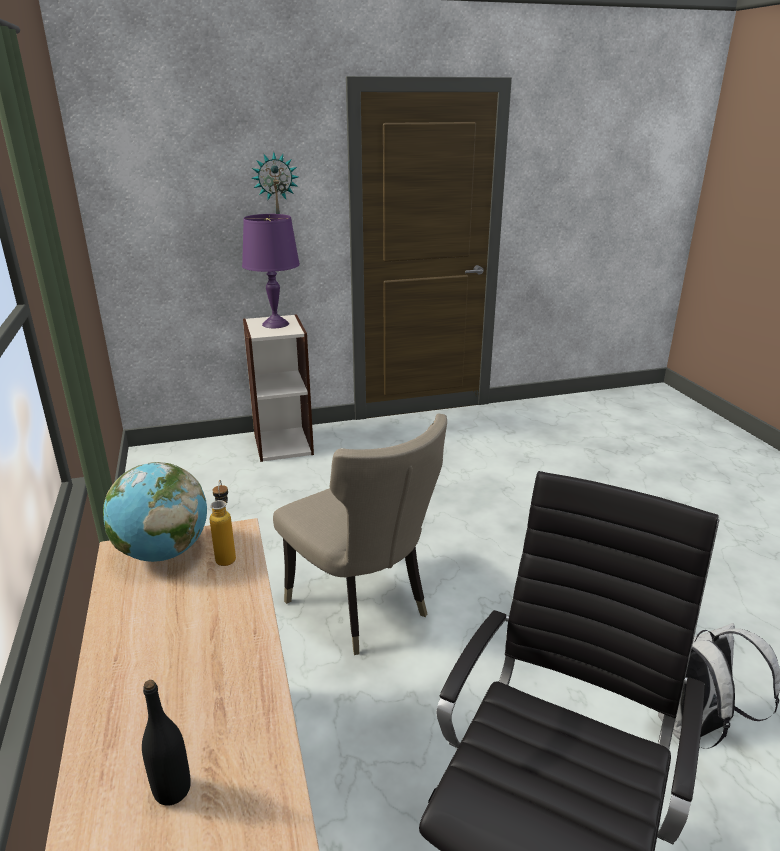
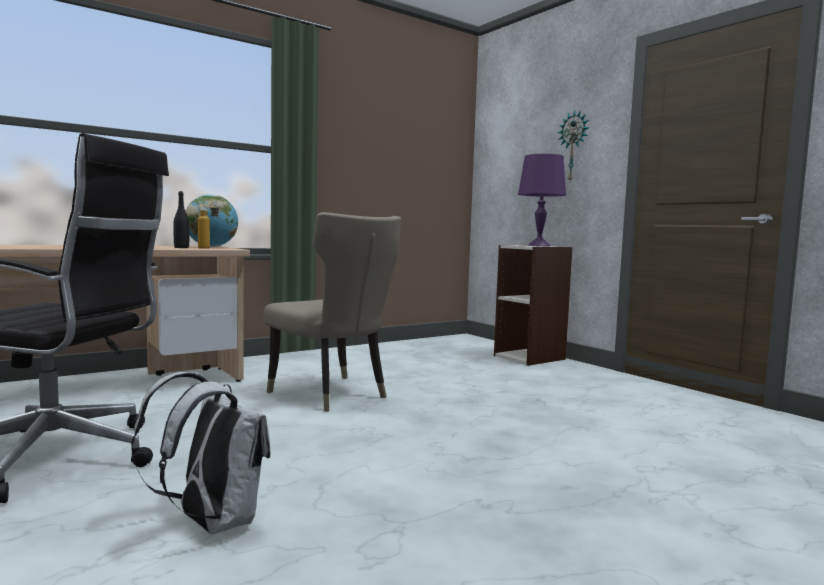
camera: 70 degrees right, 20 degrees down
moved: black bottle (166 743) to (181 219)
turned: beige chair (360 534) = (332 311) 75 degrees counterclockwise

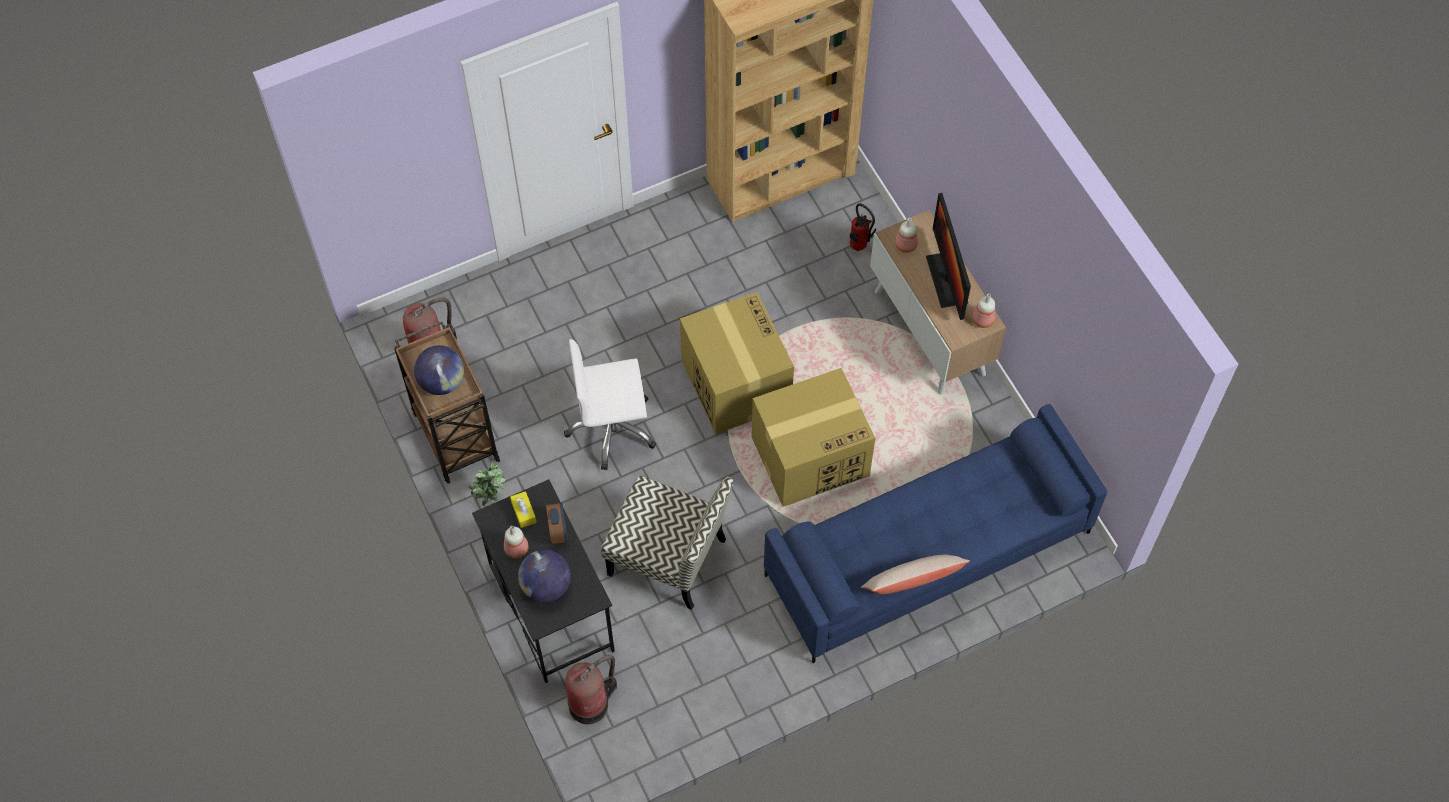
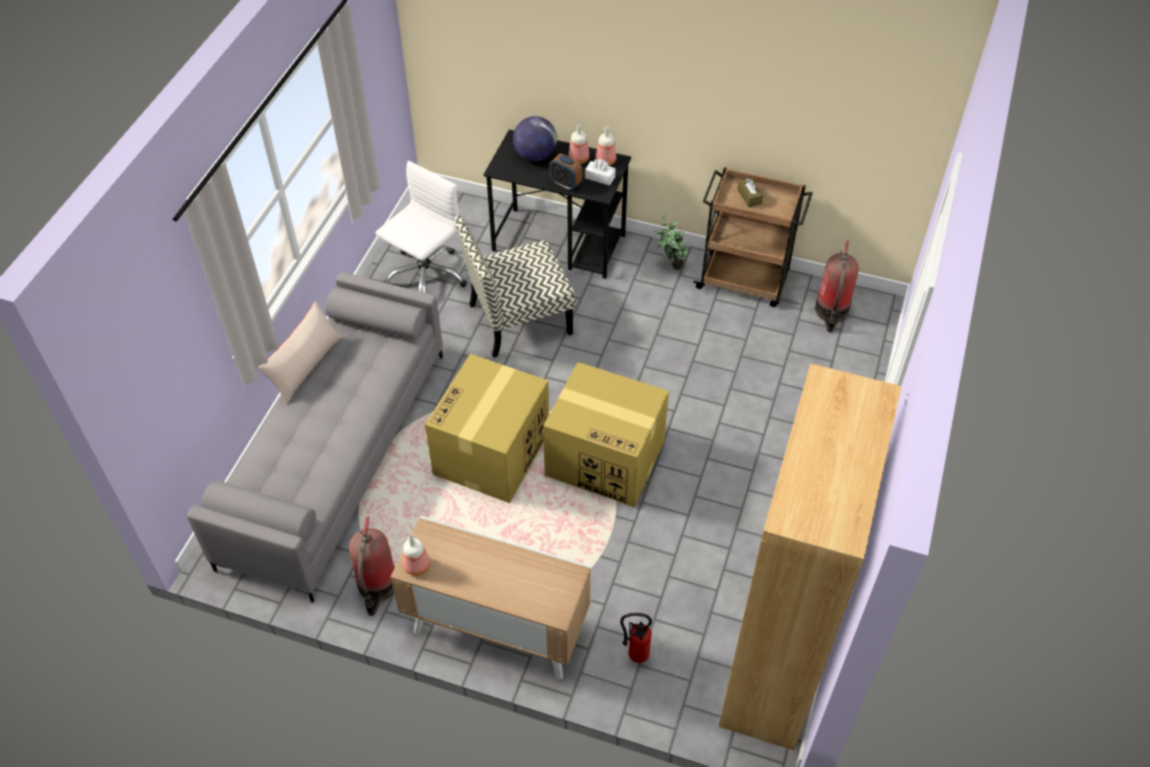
camera: 135 degrees right, 10 degrees down
removed: monitor (948 256)
moved: white office chair (610 404) to (421 227); fire extinguisher (591 689) to (372 566); bottle (906 235) to (605 146)
replaced: globe (439 370) to brown tissue box (750 192)
recoloured: yellow tissue box (523 509) to white tissue box (600 172); blue sofa (935 533) to grey sofa (315 437)

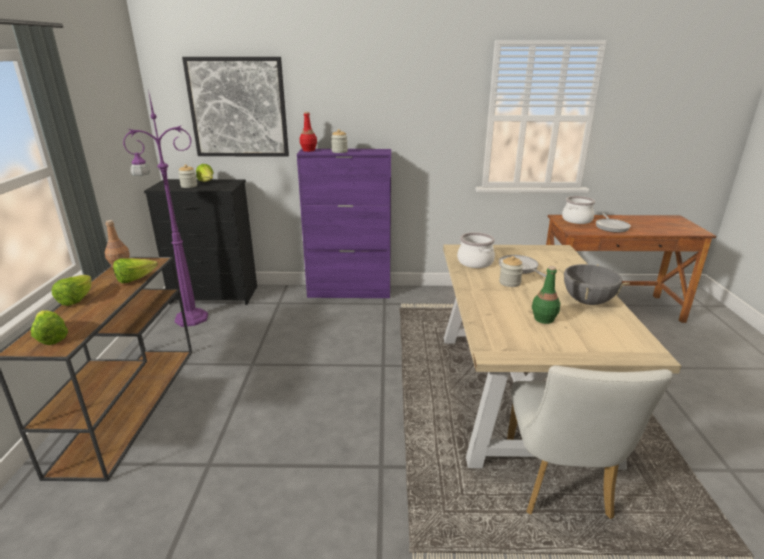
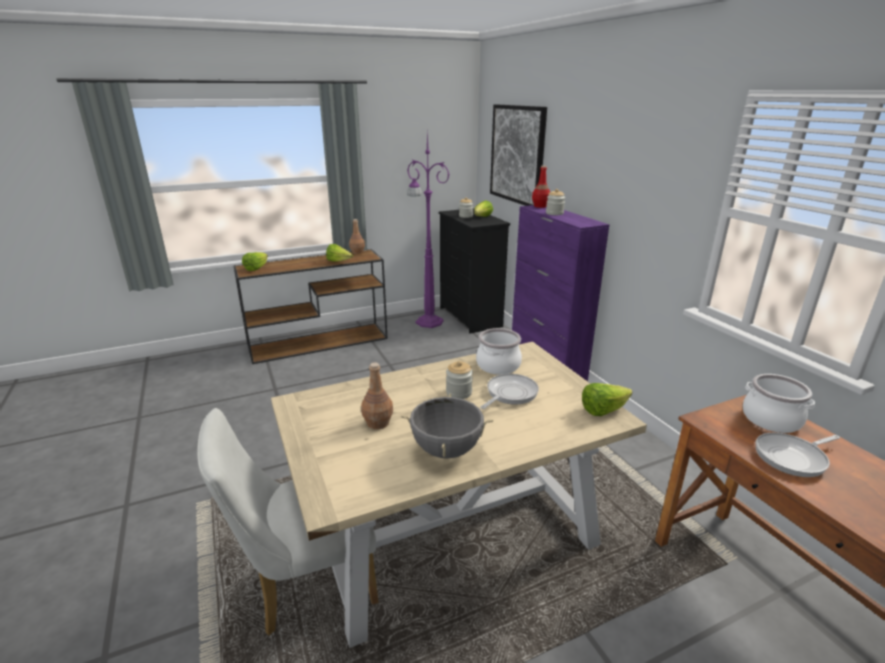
camera: 65 degrees right, 0 degrees up
moved: lettuce (71 290) to (607 399)
recoloured: green bottle (546 295) to brown bottle (377 395)

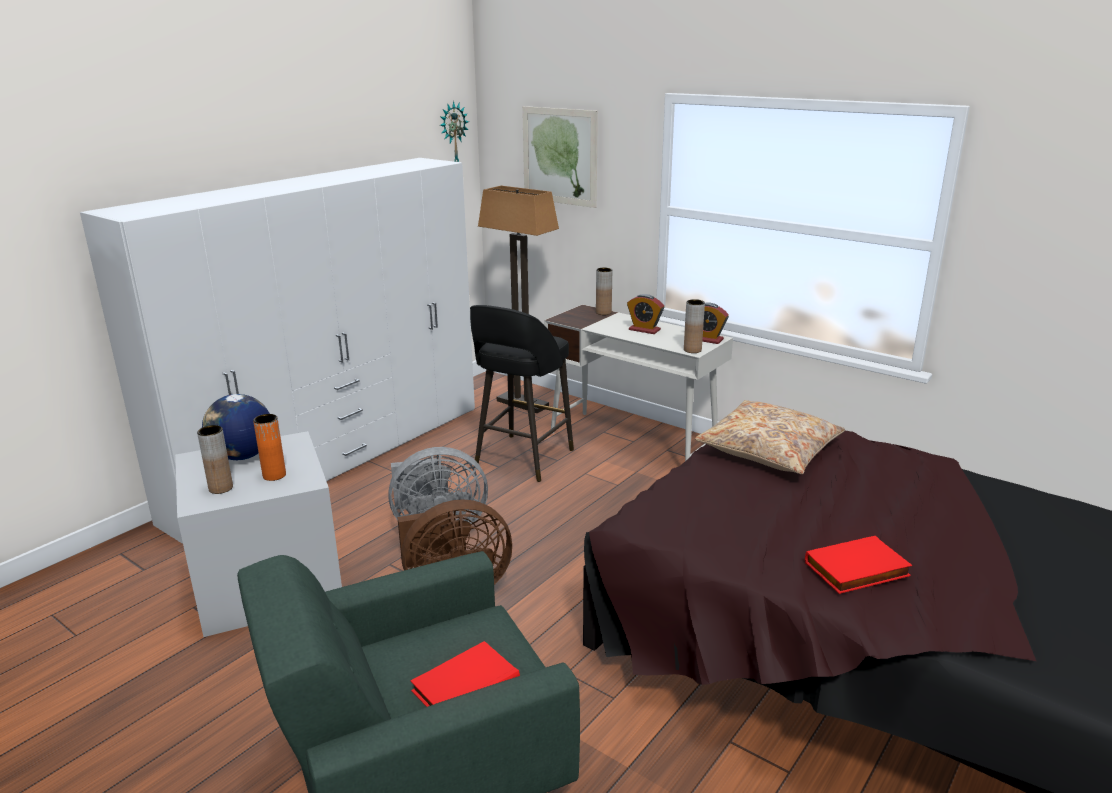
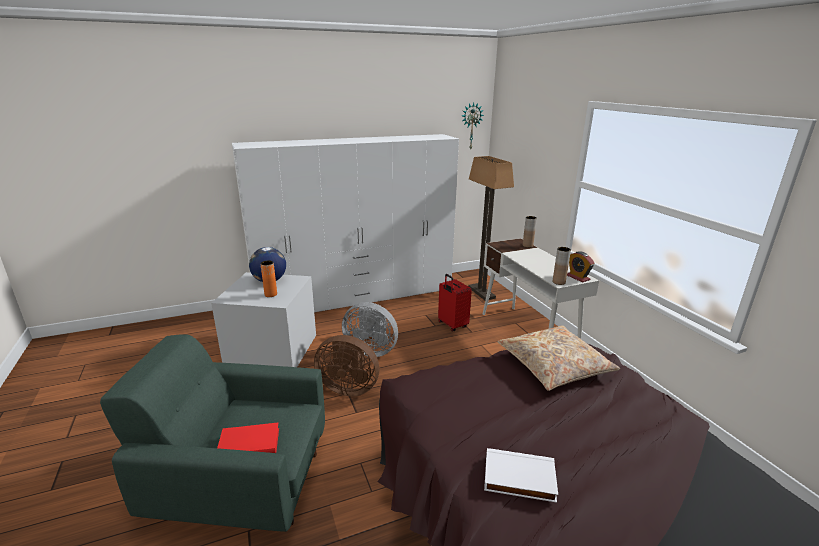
camera: 30 degrees right, 0 degrees up
removed: brown vase (215 459); picture (560 157); alarm clock (645 314)
replaced: black stool (522 393) to red suitcase (455 302)
recoloured: red book (858 565) to white book (521 475)

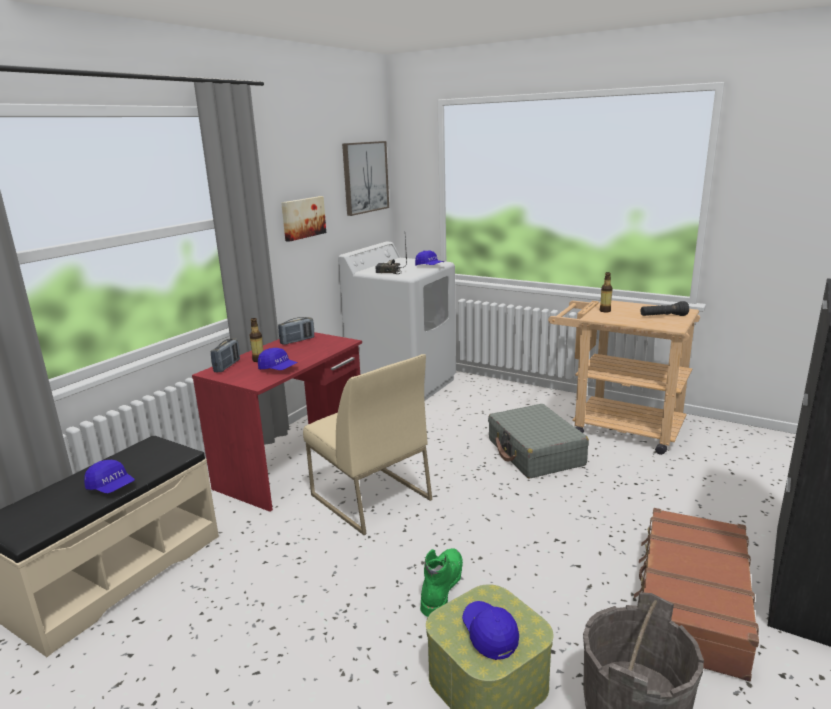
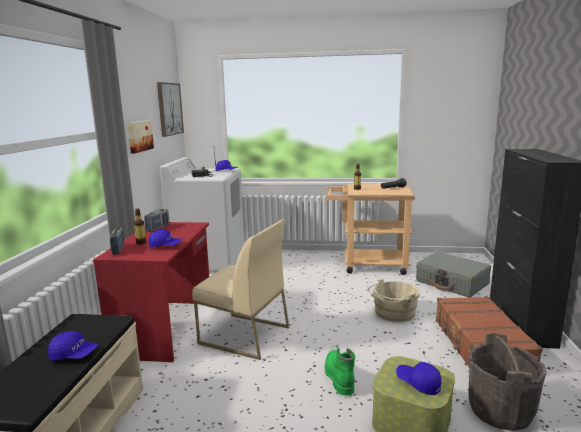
camera: 25 degrees left, 5 degrees down
added: beige bucket (394 300)
moved: grey suitcase (538 441) to (453 275)

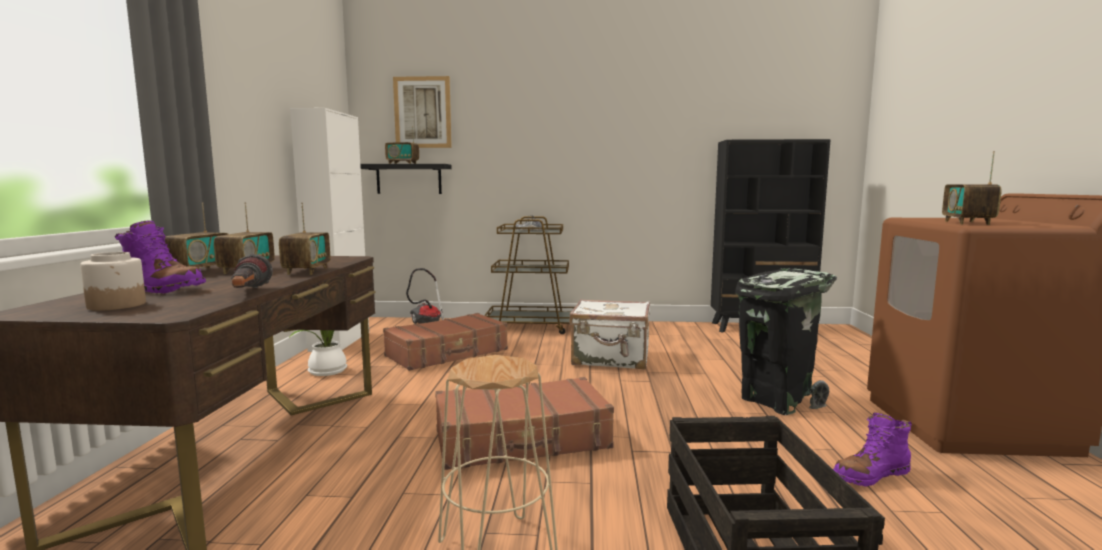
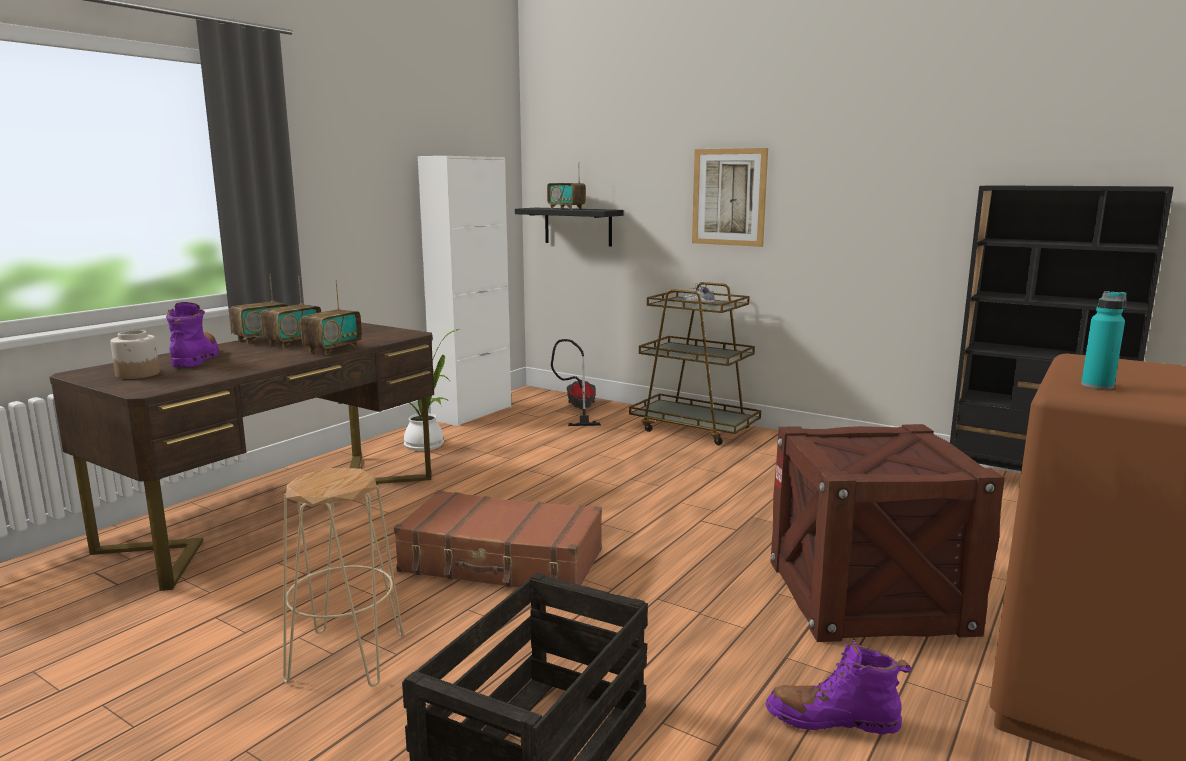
camera: 30 degrees right, 5 degrees up
removed: flashlight (252 271); brown suitcase (445 342); white suitcase (609 334)
moved: picture (422 112) to (730 197)
replaced: black trash can (786 341) to crate (888 533); radio (972 188) to turquoise bottle (1104 340)
turned: purple boot (160 256) = (192 335) 150 degrees counterclockwise

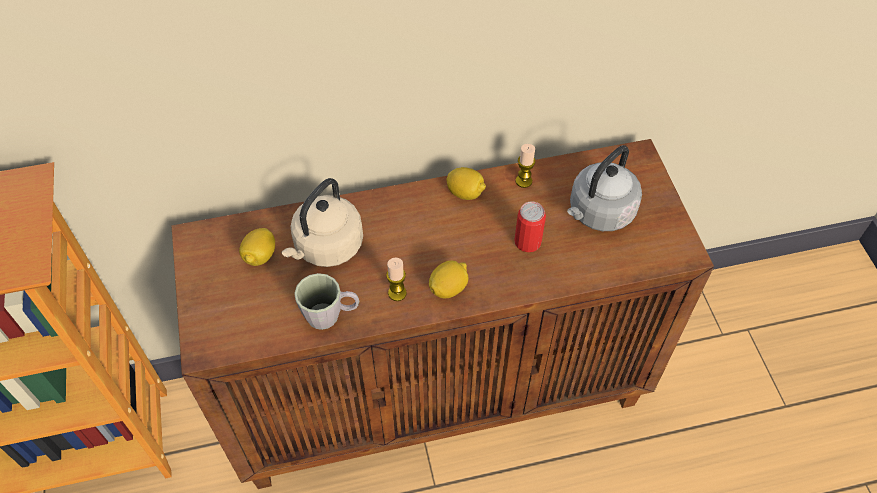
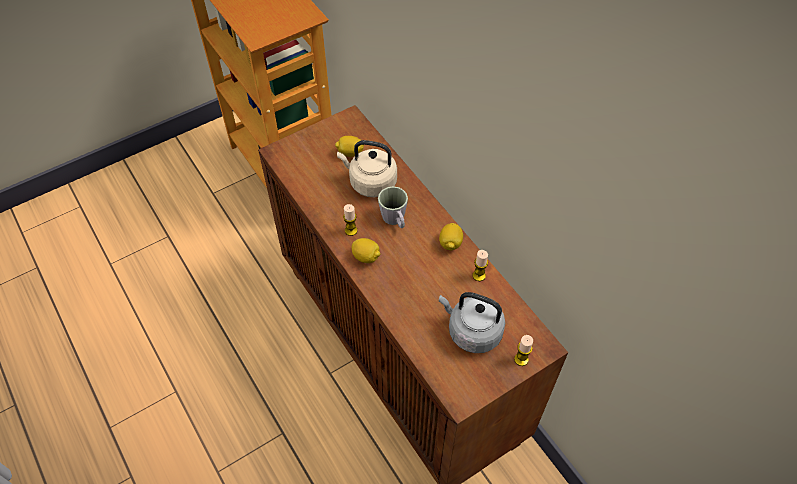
camera: 70 degrees right, 0 degrees up
removed: can (530 227)
added: candle (523 350)
moved: grey mug (326 301) to (393 207)

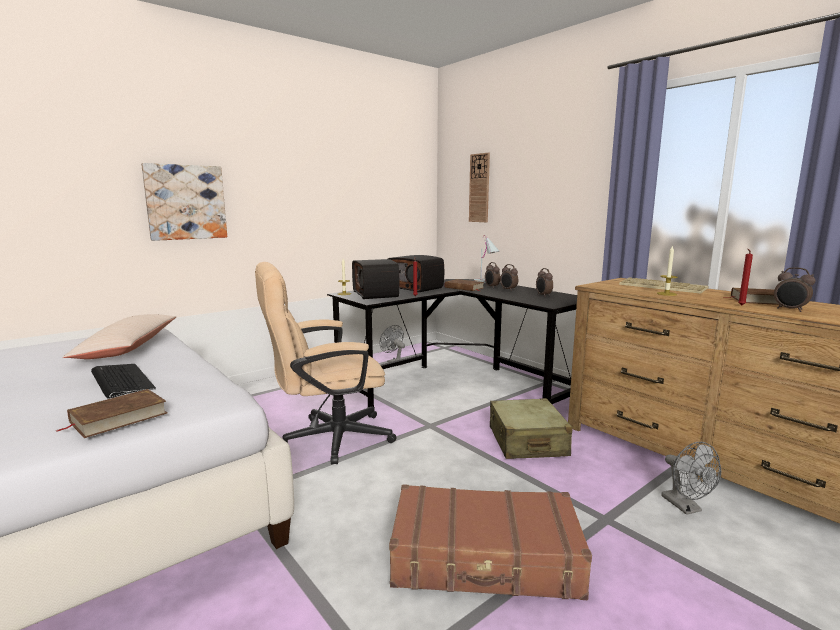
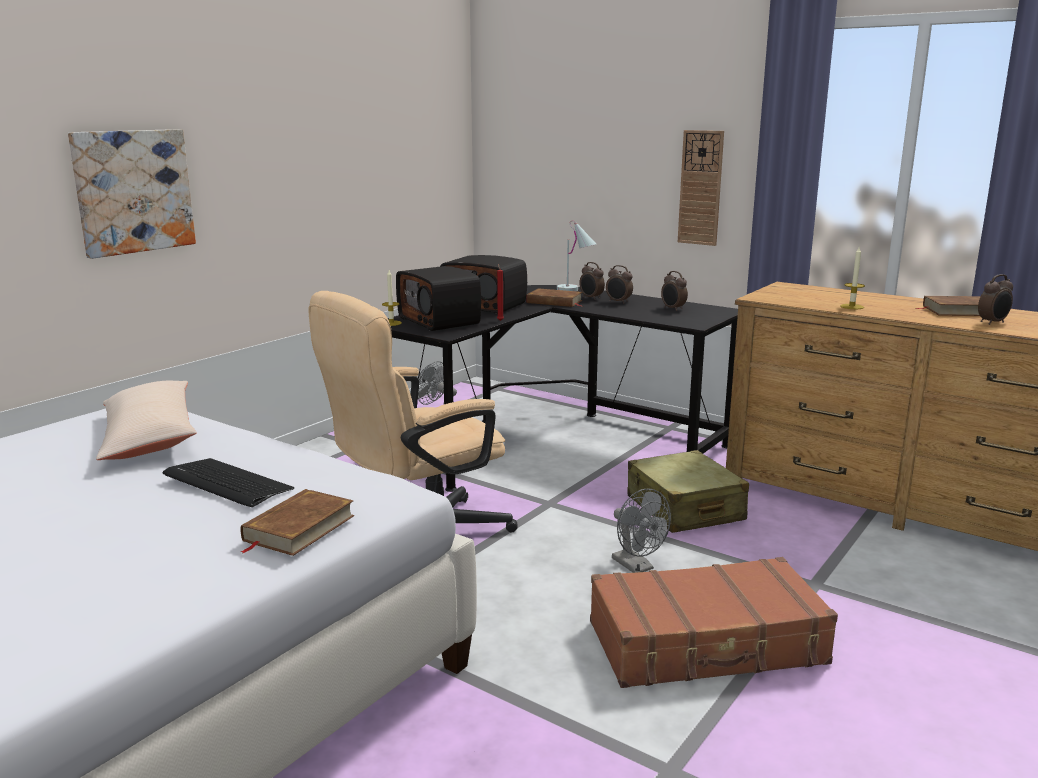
camera: 15 degrees left, 5 degrees up
removed: keyboard (664 285); red candle (745 277)
moved: wall clock (479 187) to (701 188); grey fan (691 478) to (641 530)
turned: alarm clock (795 289) = (995 299) 60 degrees counterclockwise

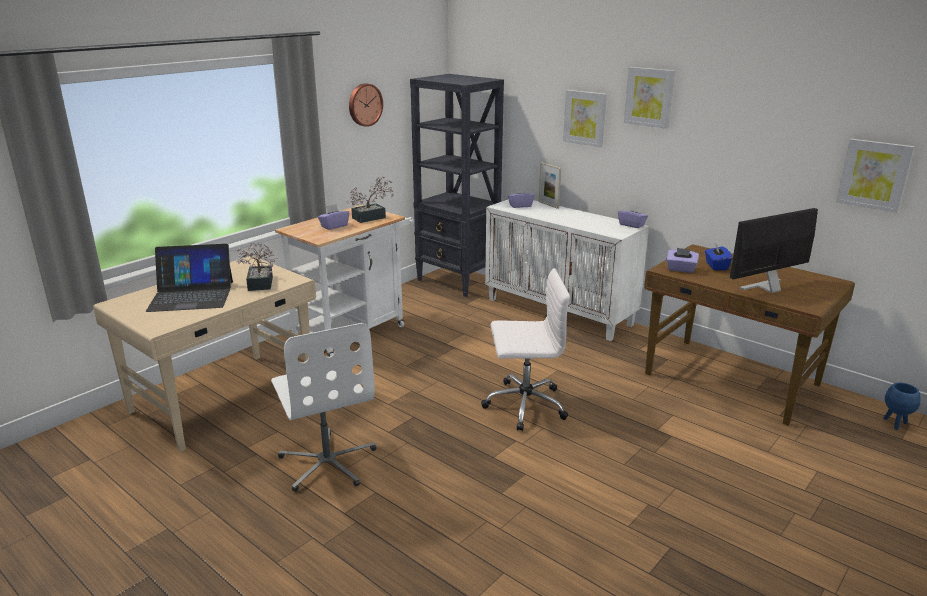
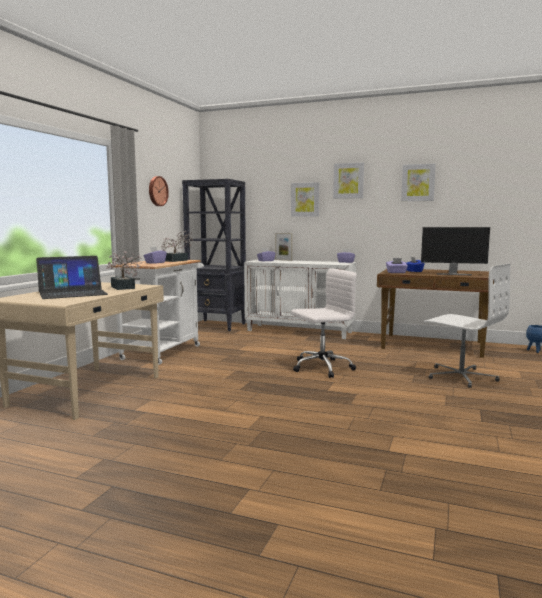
camera: 20 degrees left, 15 degrees down
moved: white office chair (324 407) to (467 325); picture (875 176) to (418 182)
turned: monitor (774 250) = (455 251) 120 degrees counterclockwise

